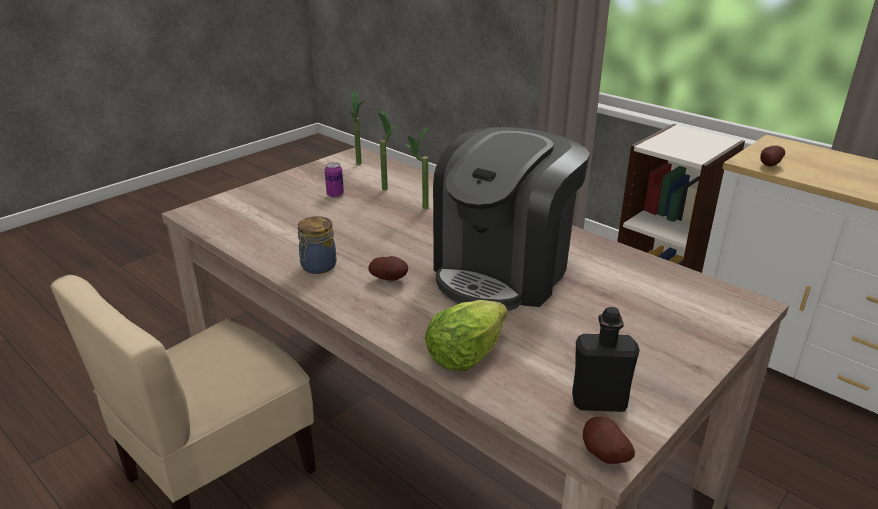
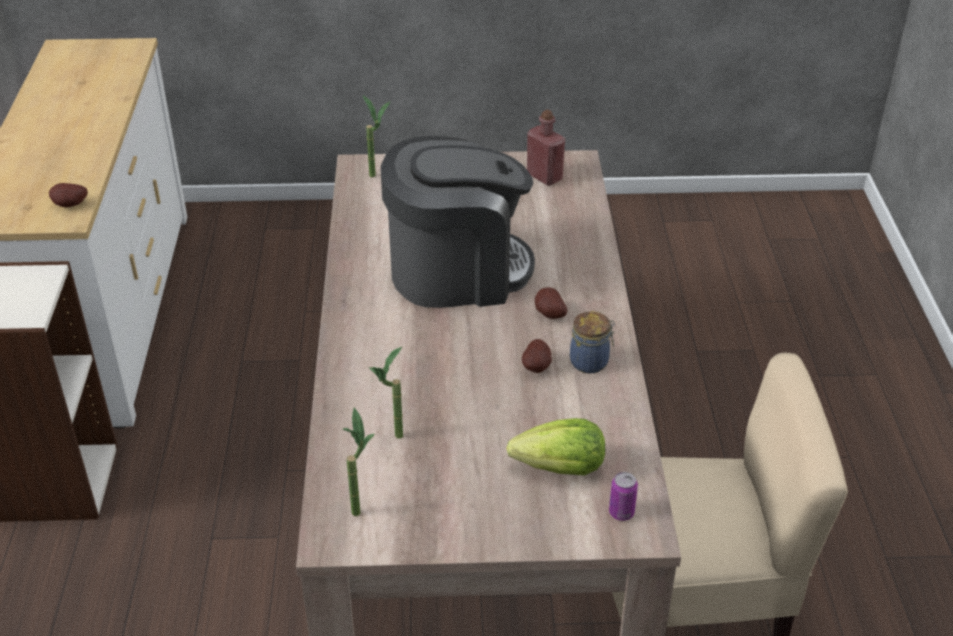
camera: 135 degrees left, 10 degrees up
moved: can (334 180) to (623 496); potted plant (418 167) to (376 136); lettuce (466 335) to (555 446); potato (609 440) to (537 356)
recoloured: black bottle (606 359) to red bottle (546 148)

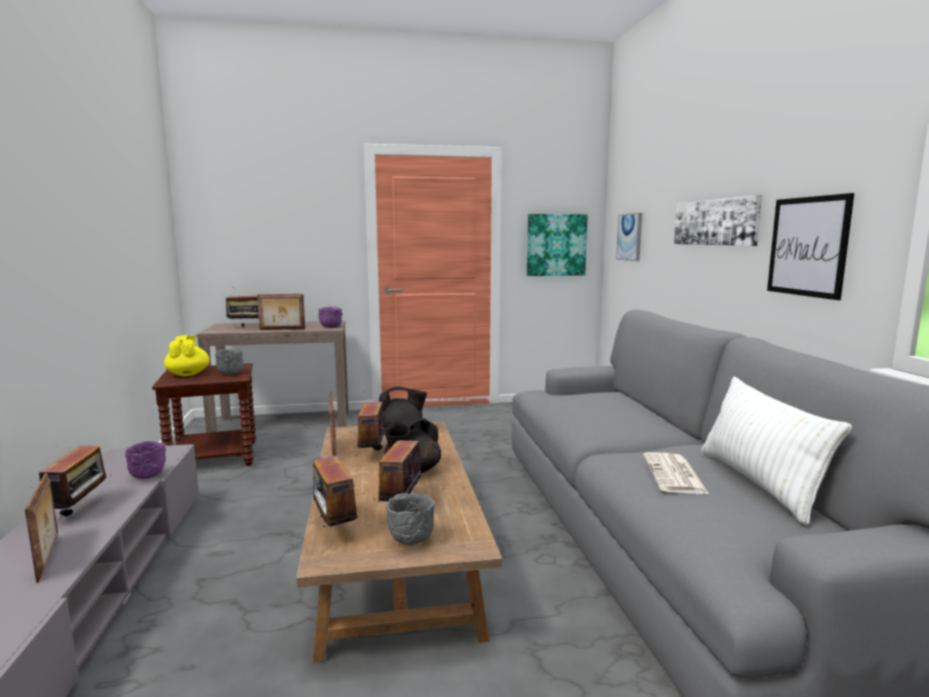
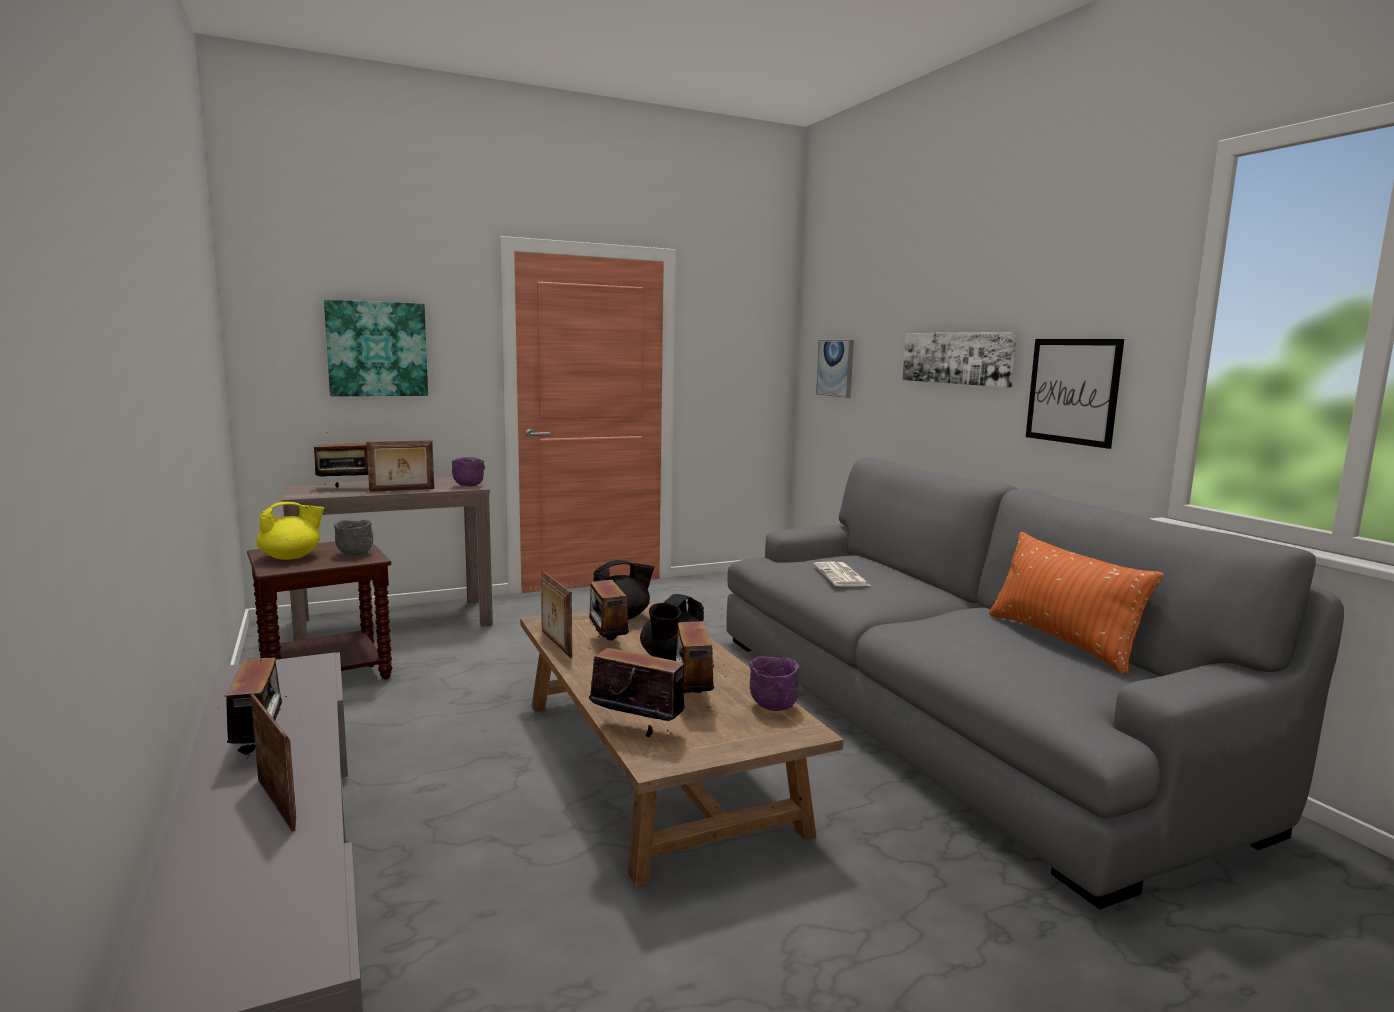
camera: 15 degrees left, 0 degrees up
removed: grey bowl (410 519)
moved: purple bowl (146 460) to (774 684); picture (557 245) to (376 348); newspaper (676 473) to (842 574)
recoloured: white pillow (776 451) to orange pillow (1076 603)
turned: yellow teapot (187 355) = (290 531) 90 degrees clockwise; radio (338 487) = (637 686) 150 degrees clockwise

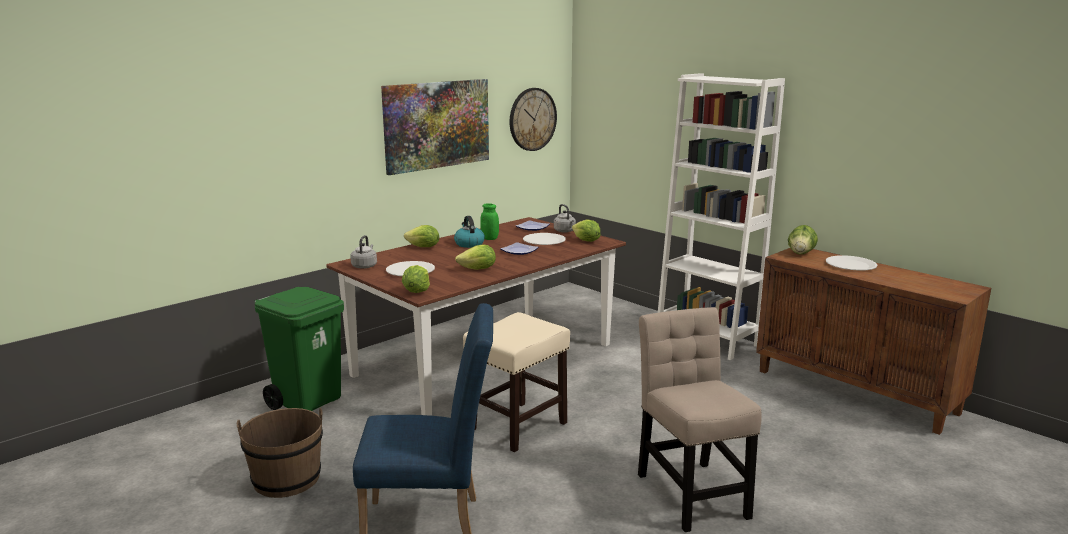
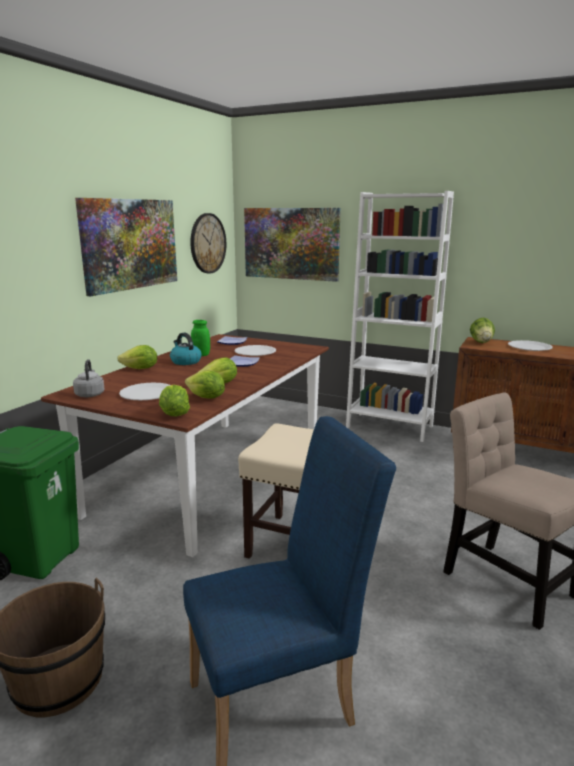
camera: 20 degrees left, 0 degrees up
removed: grey kettle (565 218)
added: picture (292 245)
moved: lettuce (586 230) to (205 385)

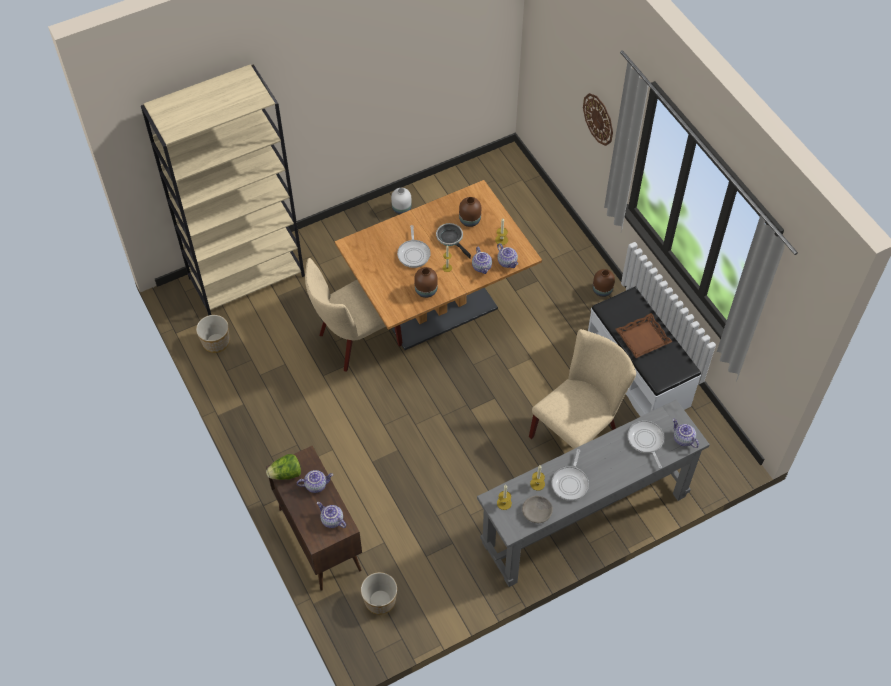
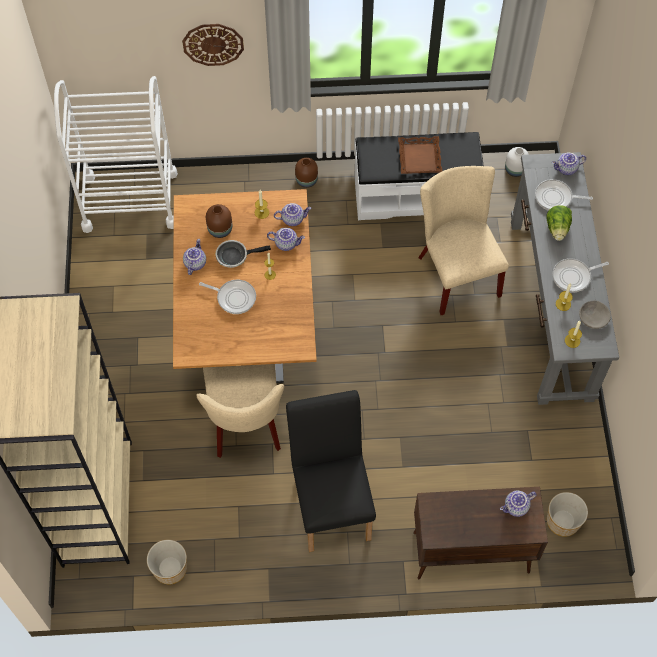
camera: 65 degrees left, 5 degrees up
removed: brown vase (426 282)
added: white cart (116 154); black chair (331 471)
moved: lettuce (283 467) to (559 223); teapot (315 481) to (194 257); white vase (401 201) to (517 162)
turned: frying pan (570 475) = (581 275) 120 degrees clockwise

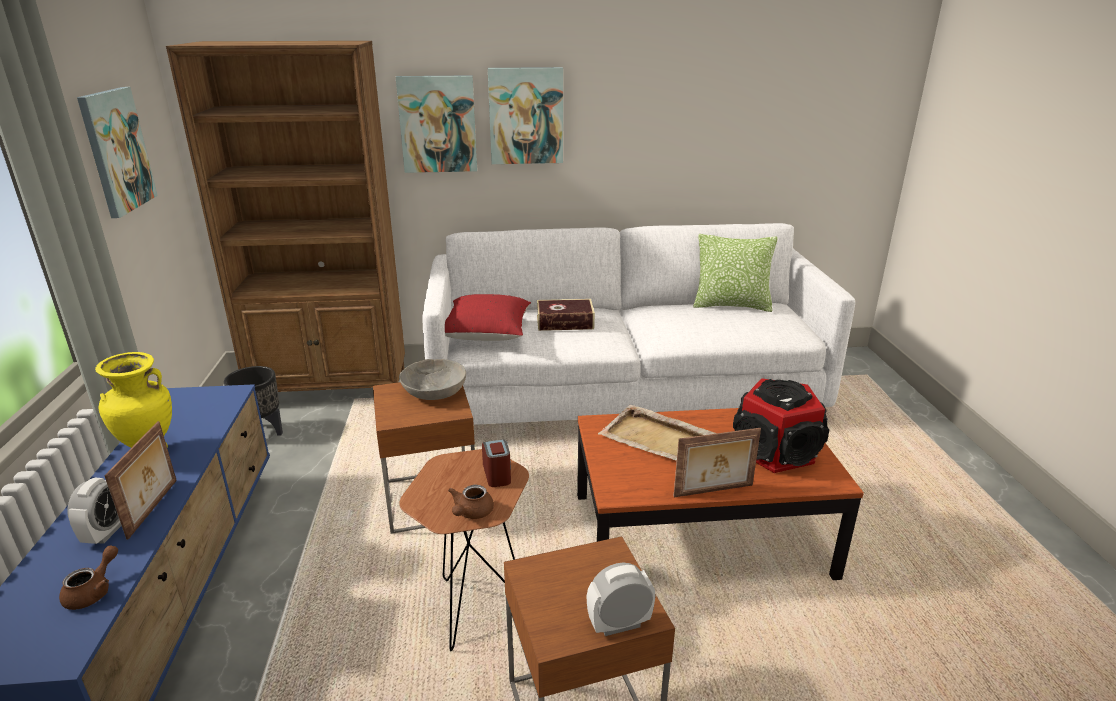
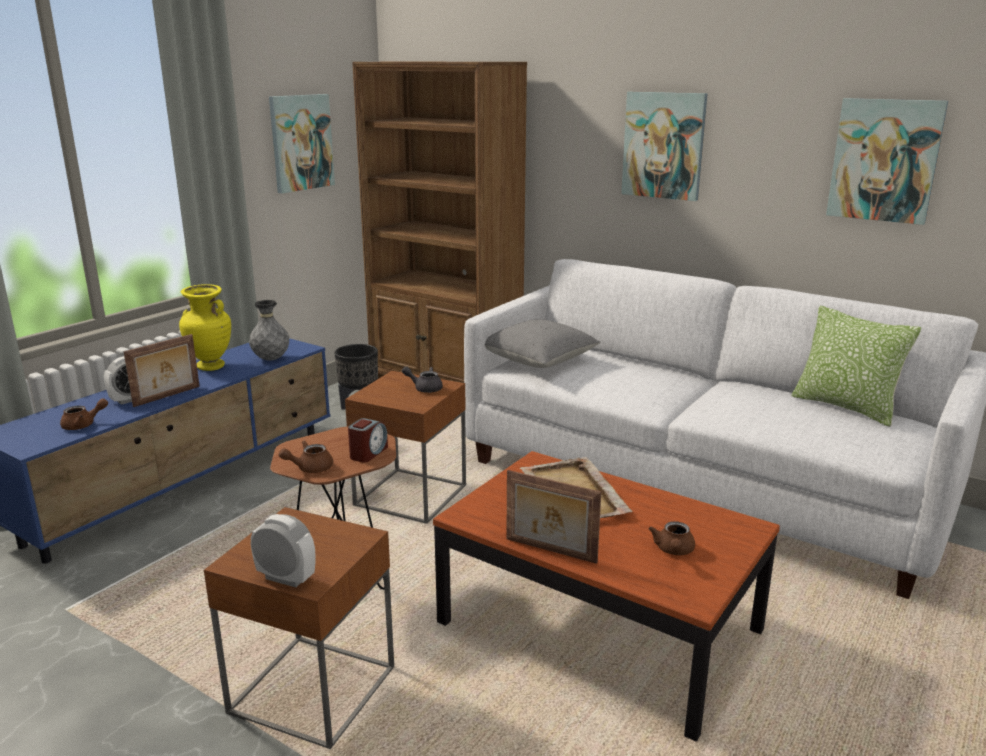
camera: 40 degrees right, 5 degrees down
removed: book (566 315)
added: grey vase (269 330)
moved: picture (436 124) to (887 161)
replaced: grey bowl (432 379) to grey teapot (422 379); speaker (781 425) to brown teapot (672 538)
recoloured: red pillow (488 317) to grey pillow (543 343)

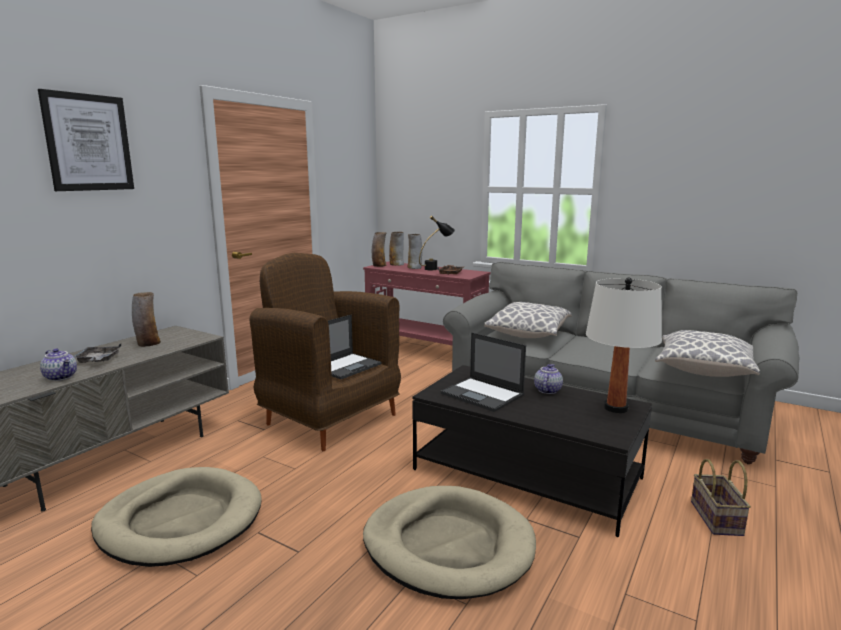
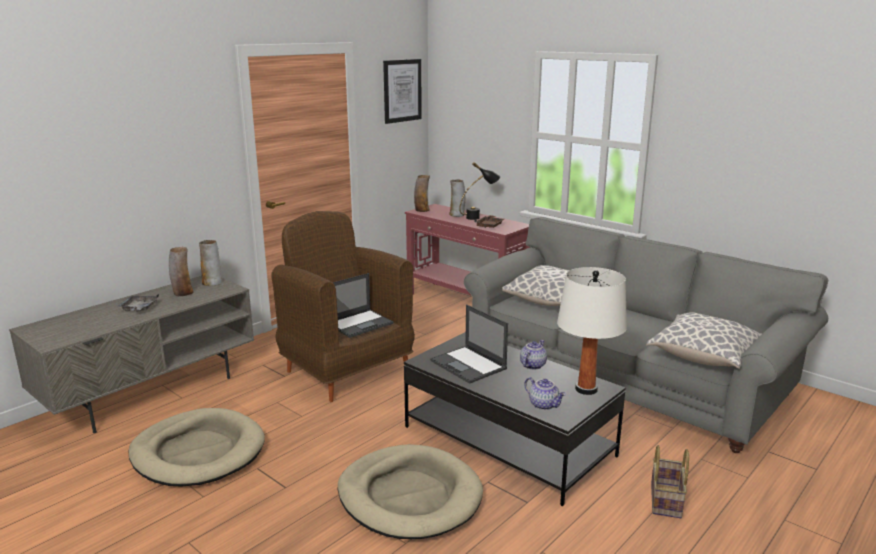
camera: 10 degrees right, 5 degrees up
moved: picture (86 140) to (402 91); teapot (58 364) to (545 393); vase (396 249) to (210 263)

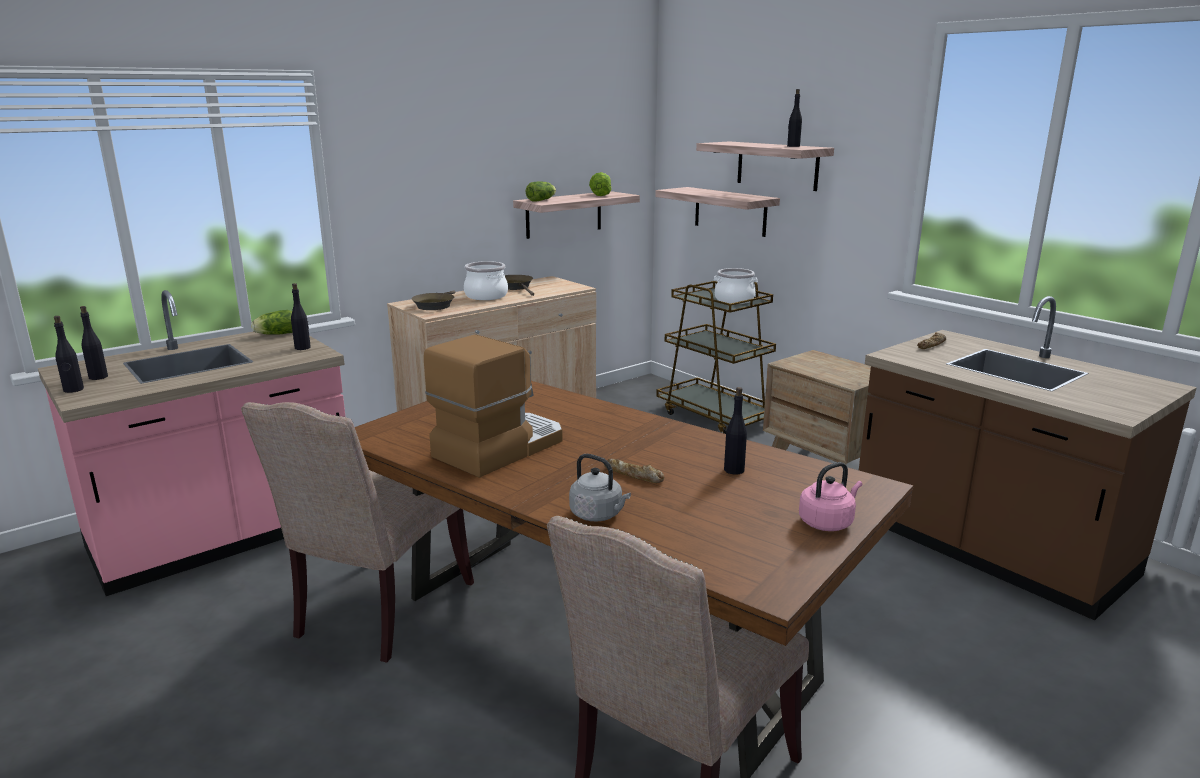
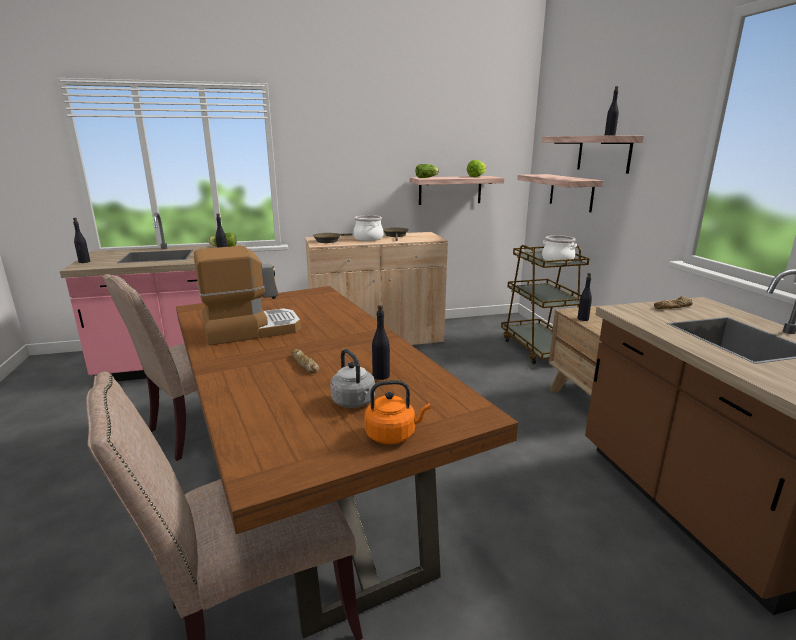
camera: 25 degrees right, 0 degrees up
moved: black bottle (94 343) to (584 297); grey kettle (600 487) to (352 378)
recoloured: pink kettle (830 496) to orange kettle (397 412)

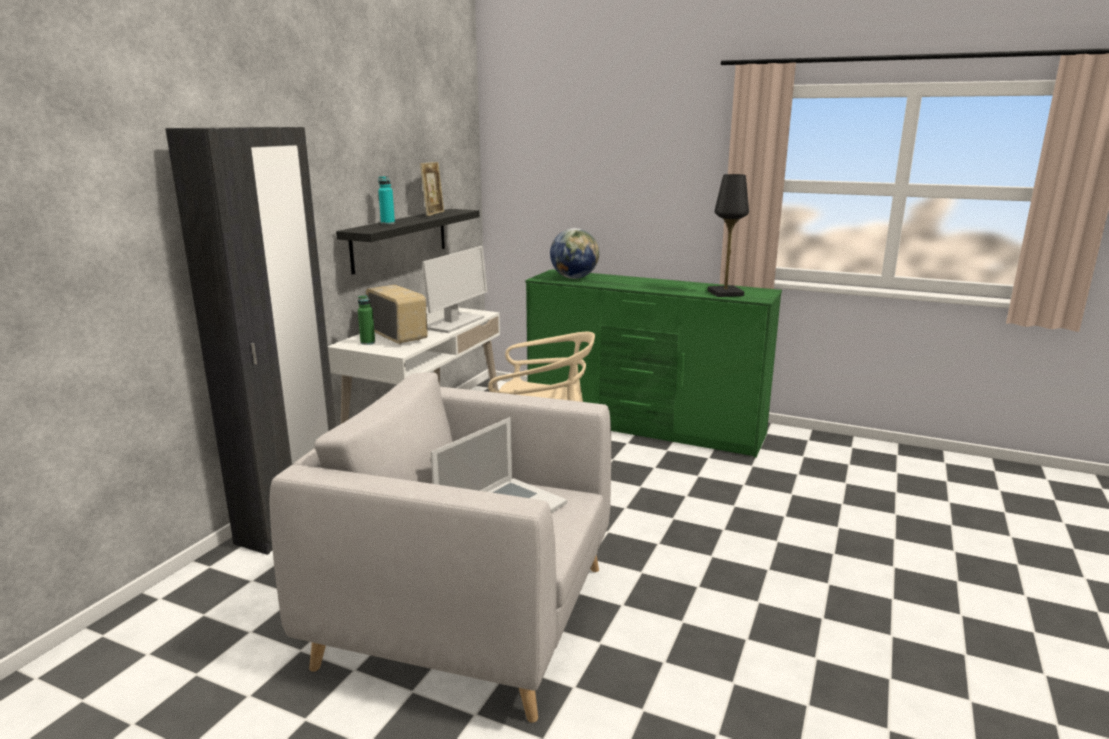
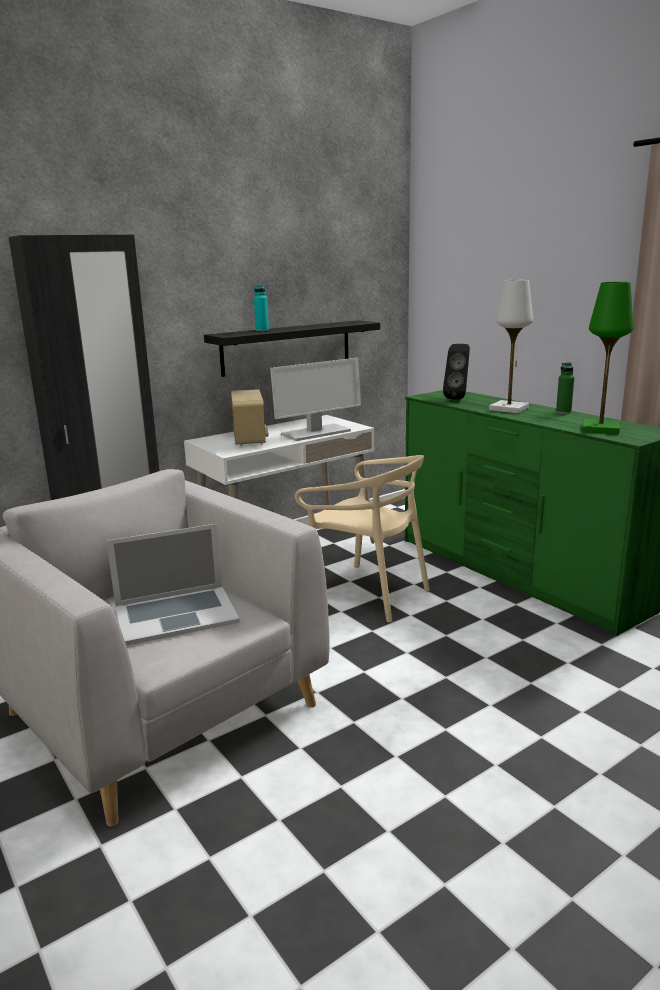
camera: 30 degrees right, 0 degrees up
removed: picture frame (432 189)
added: white table lamp (511 346)
moved: green bottle (366 320) to (565 388)
replaced: globe (574 253) to black speaker (456 371)
recoloured: black table lamp (728 235) to green table lamp (608 358)

